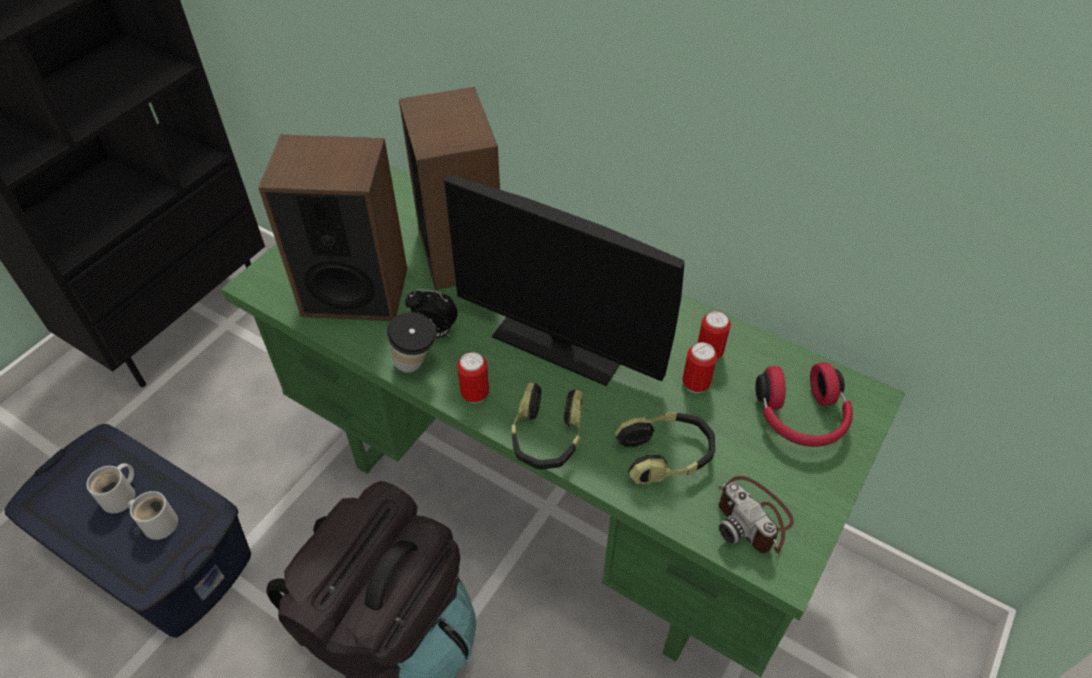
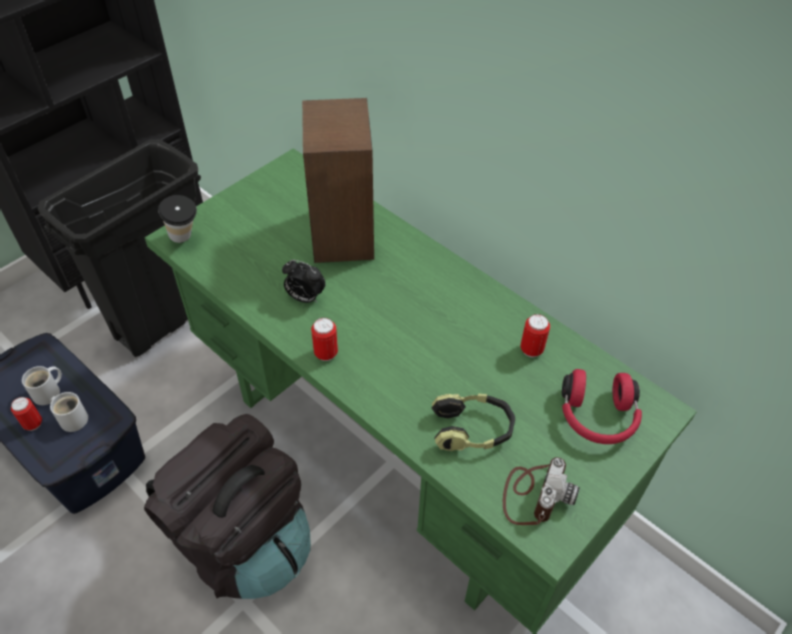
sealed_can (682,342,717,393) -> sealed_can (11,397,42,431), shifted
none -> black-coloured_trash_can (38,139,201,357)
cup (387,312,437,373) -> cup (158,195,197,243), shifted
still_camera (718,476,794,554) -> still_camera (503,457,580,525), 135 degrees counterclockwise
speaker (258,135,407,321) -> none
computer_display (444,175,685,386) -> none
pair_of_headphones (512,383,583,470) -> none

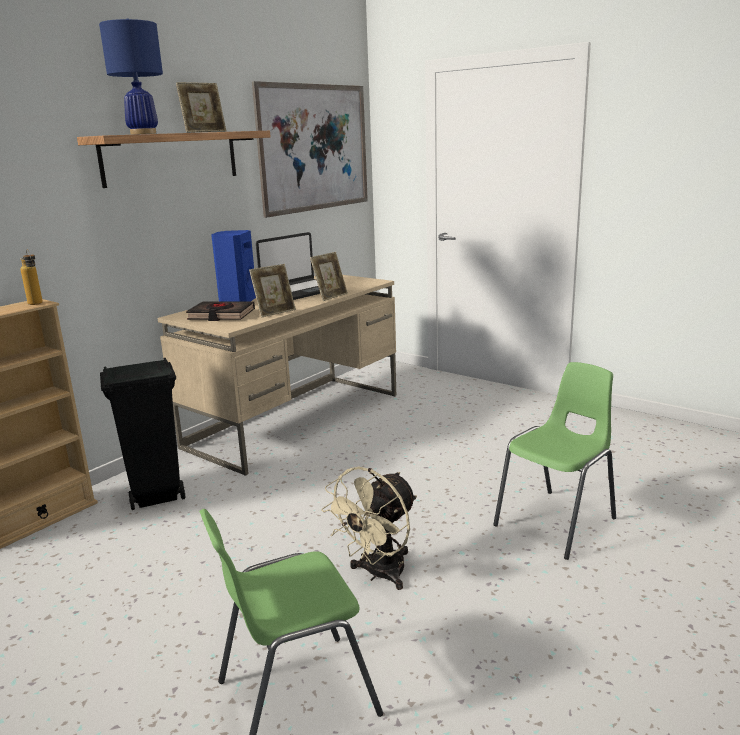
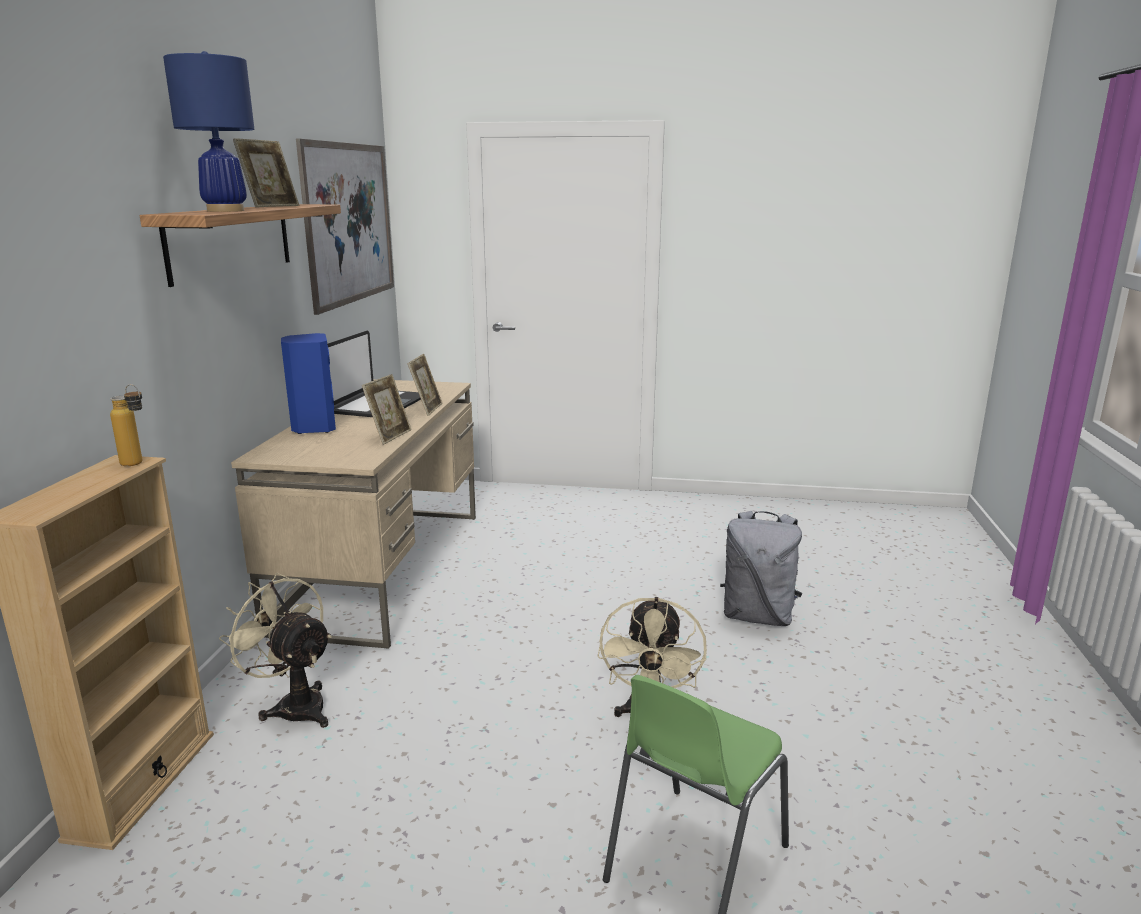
black-coloured_trash_can (100,358,186,510) -> sand-coloured_fan (219,572,332,728)
green-coloured_plain_chair (493,362,616,560) -> gray_knapsack (720,511,803,626)
black-coloured_volume (186,302,255,321) -> none

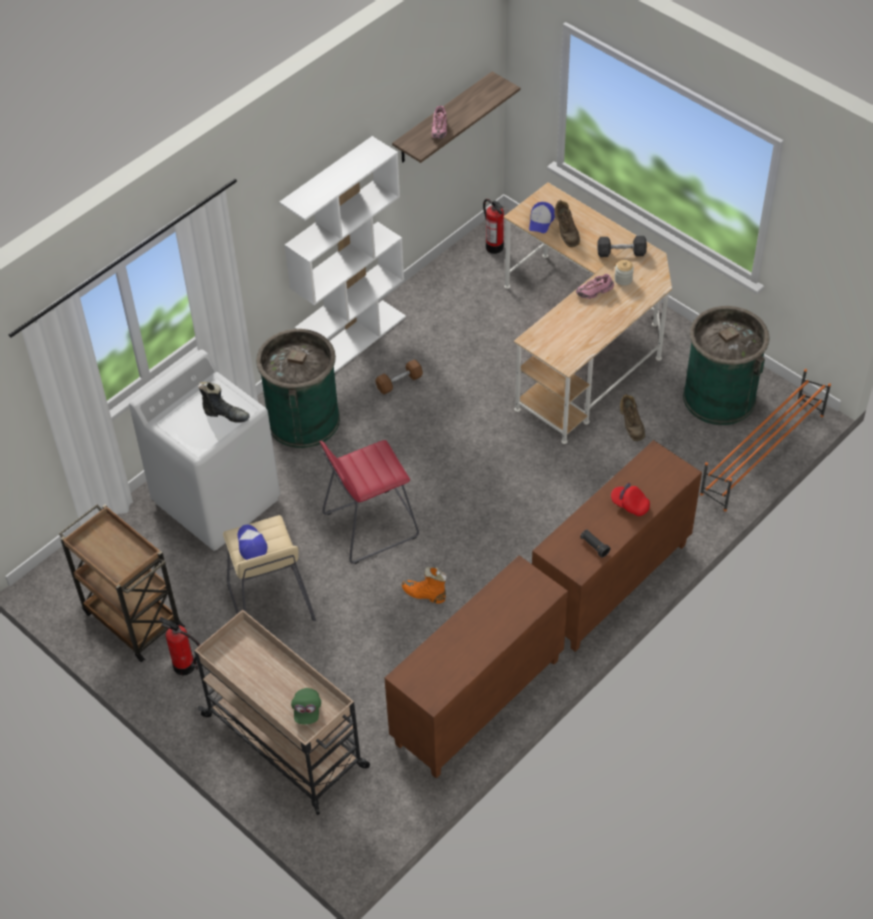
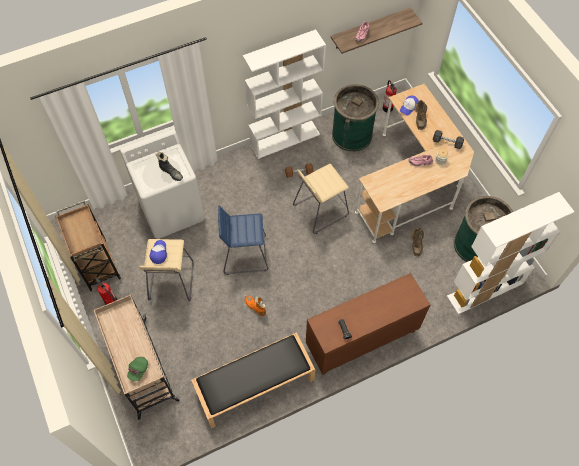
brown-coloured_storage_cabinet (385,555,568,778) -> black-coloured_long_seat (191,332,315,429)
reddish_stool (320,440,419,564) -> bluish_stool (218,205,268,275)
none -> sand-coloured_stool (293,164,349,234)
green-coloured_trash_can (256,329,340,448) -> green-coloured_trash_can (332,84,379,152), shifted
orangey_shoe_shelf (700,369,831,511) -> white_shelving_unit (447,192,575,314)
reddish_baseball_cap (611,483,650,516) -> none

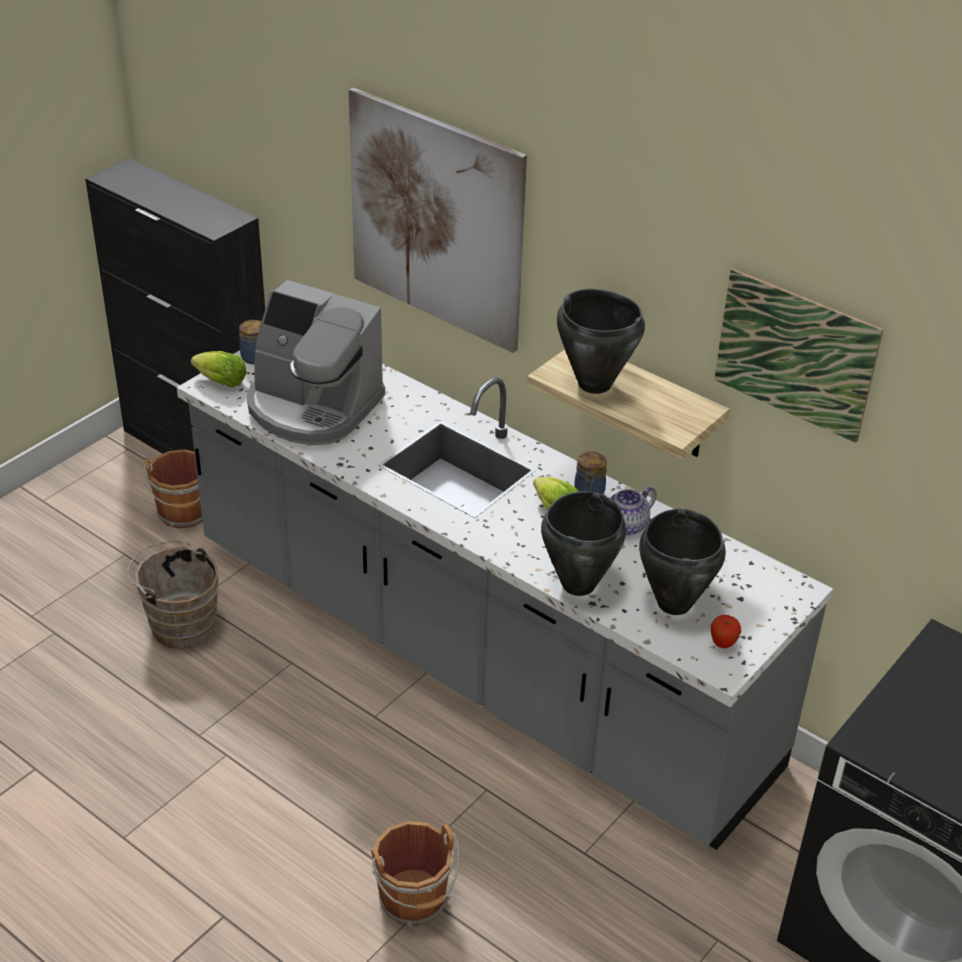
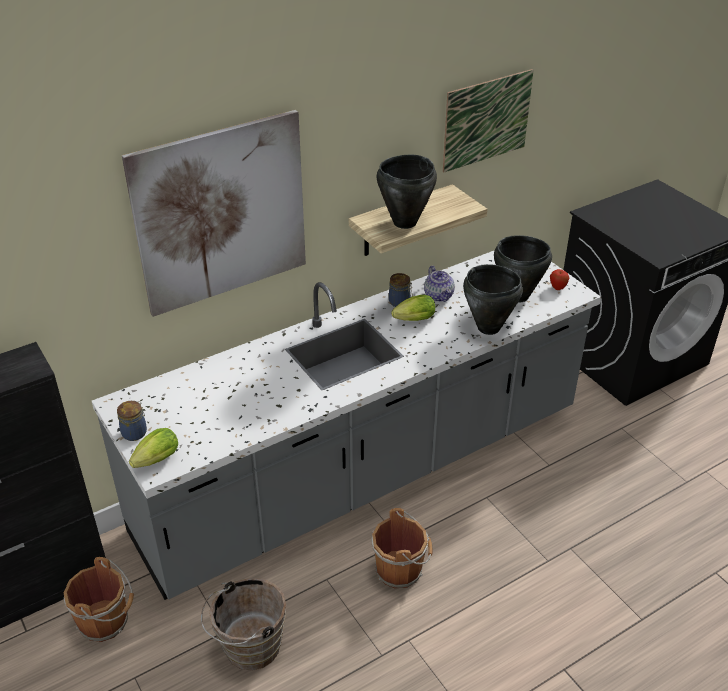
brown-coloured_pail (371,821,460,926) -> brown-coloured_pail (371,508,433,589), shifted
coffee_machine (247,280,385,445) -> none

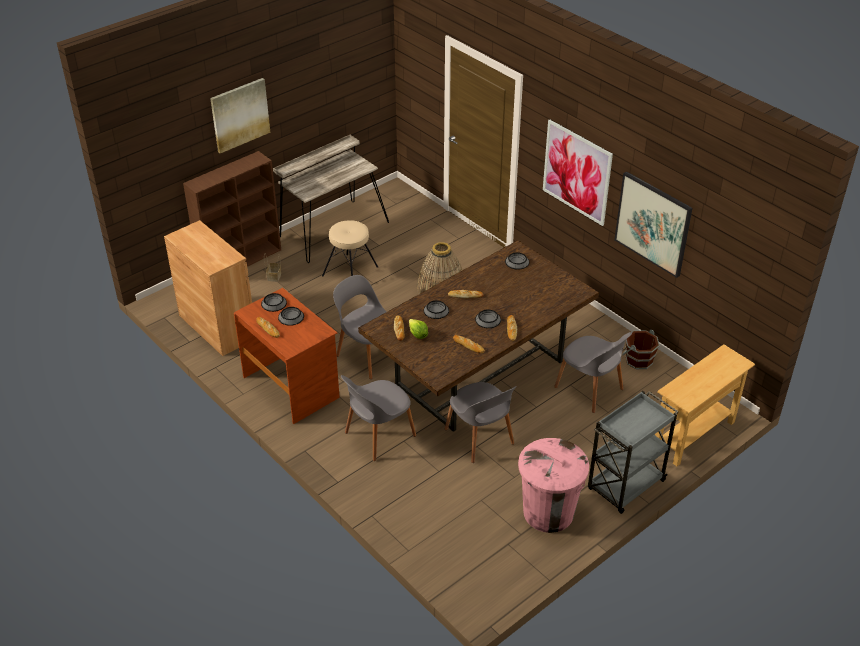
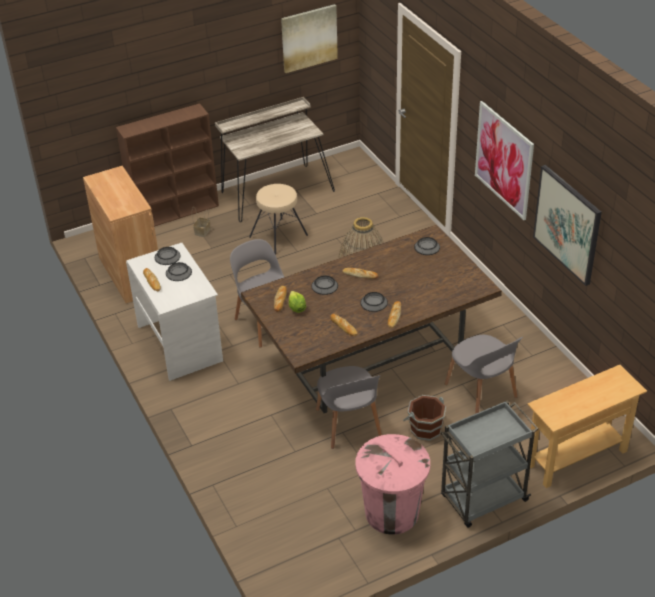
brown-coloured_desk_unit (234,288,340,424) -> white_desk_unit (126,243,223,381)
wall_art (210,78,270,153) -> wall_art (281,4,338,73), shifted
brown-coloured_pail (622,330,660,369) -> brown-coloured_pail (403,395,446,441), shifted
gray_plain_chair (341,375,416,461) -> none

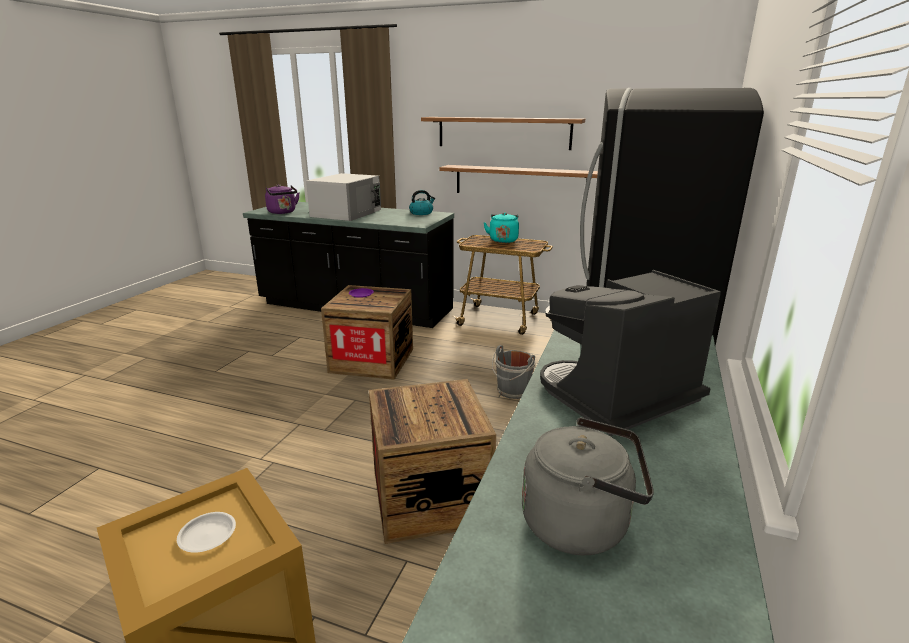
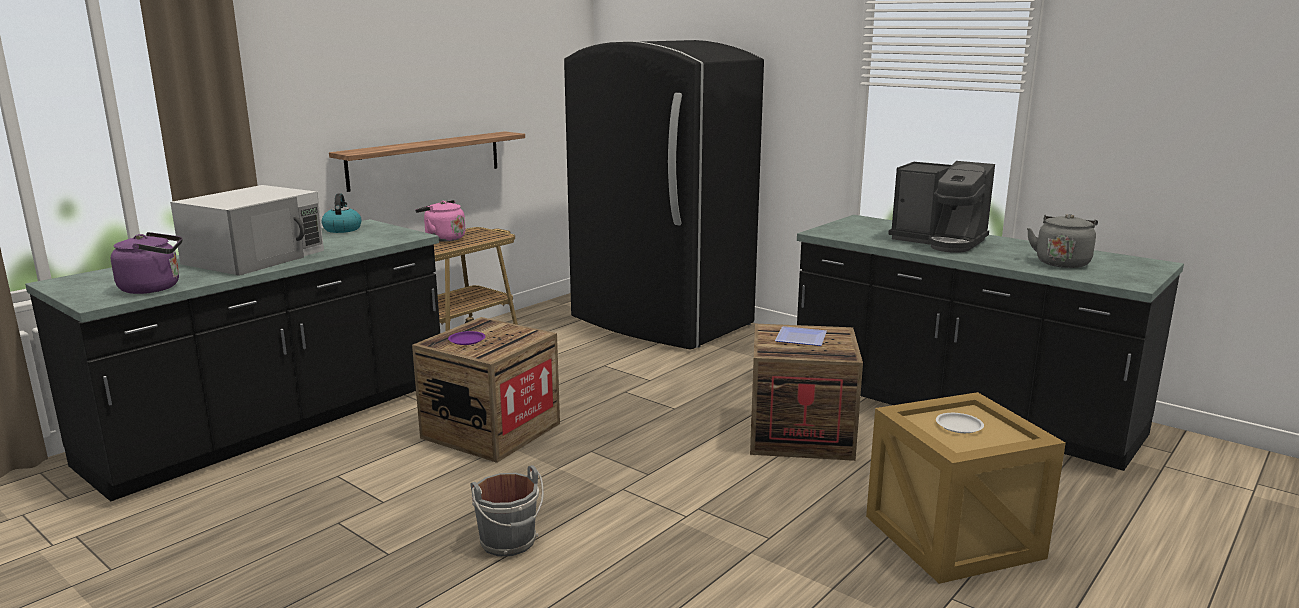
white_microwave_oven (306,173,381,221) -> white_microwave_oven (170,185,324,276), 75 degrees clockwise
turquoise-coloured_water_kettle (483,213,519,243) -> pinkish_water_kettle (415,200,465,242)
gray_pail (492,345,535,399) -> gray_pail (470,465,544,556), shifted
none -> flat_dish (775,326,827,346)
coffee_machine (540,270,721,436) -> coffee_machine (888,161,995,253), 45 degrees counterclockwise
bracket_shelf (421,117,585,150) -> none

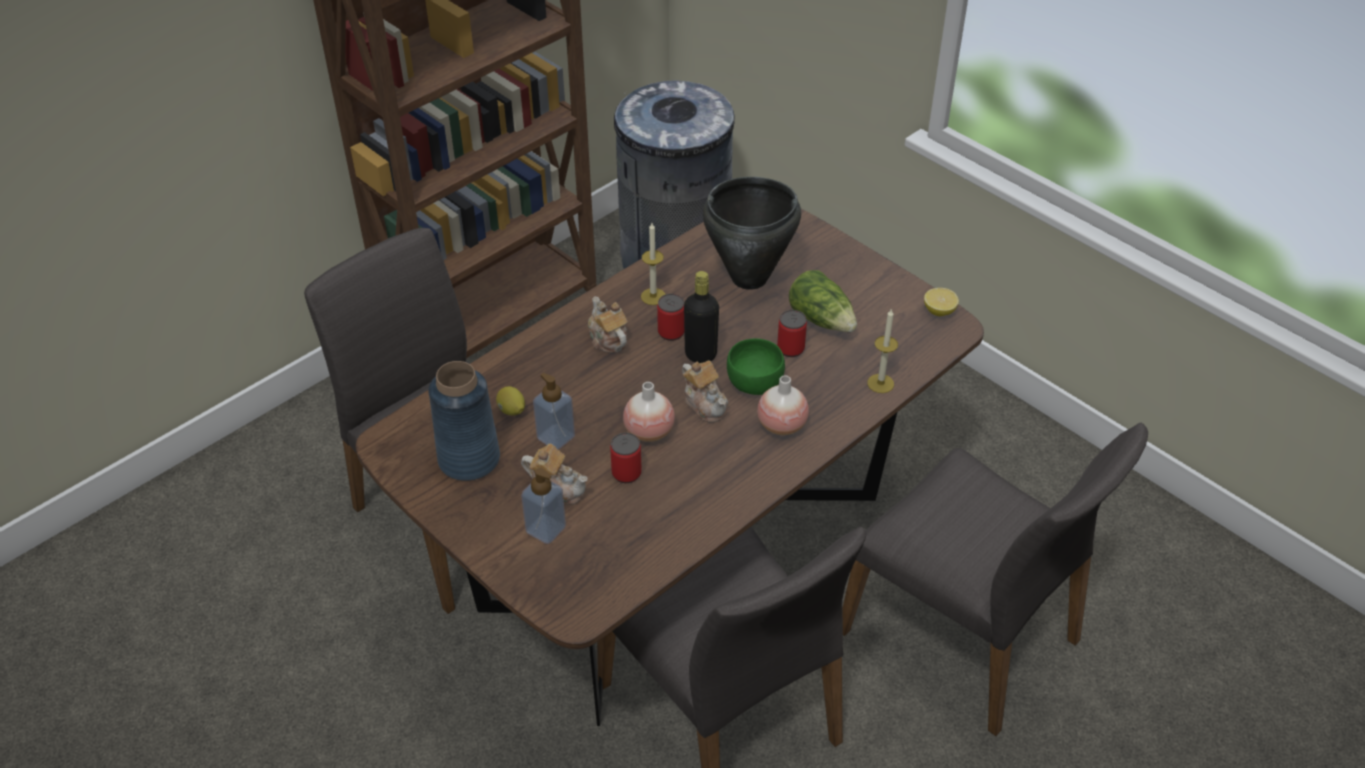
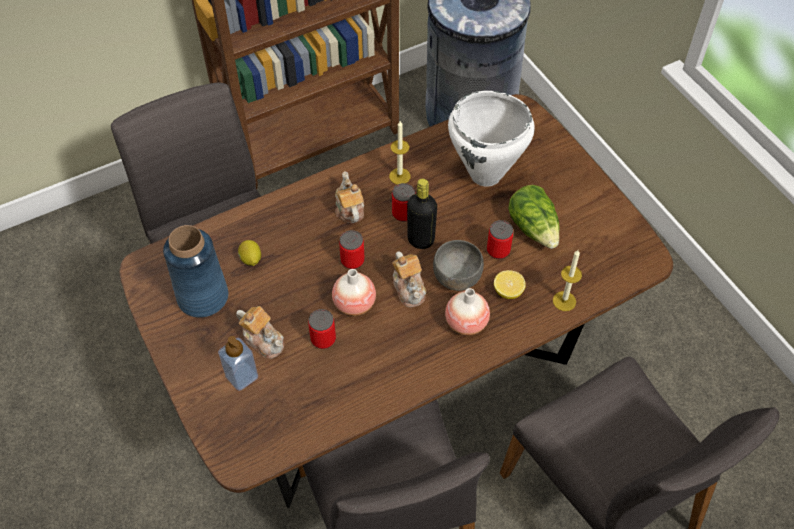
none -> sealed_can (339,230,365,269)
green-coloured_deep_dish (727,338,785,395) -> gray_deep_dish (433,240,484,291)
black-coloured_cooking_pot (703,177,801,290) -> white_cooking_pot (448,91,535,187)
whole_lemon (924,288,959,316) -> whole_lemon (494,270,526,299), shifted
soap_dispenser (533,373,575,450) -> none

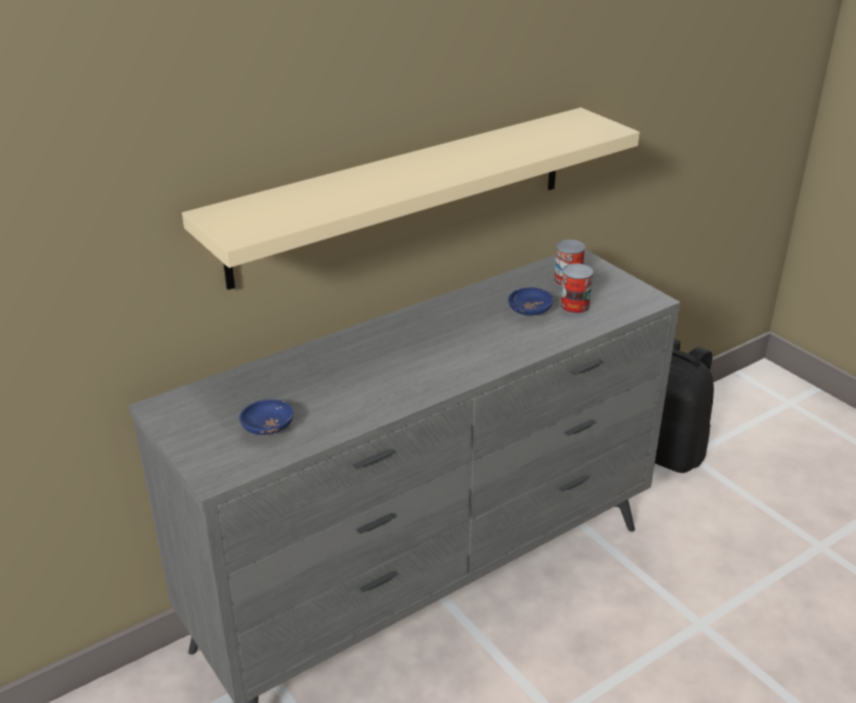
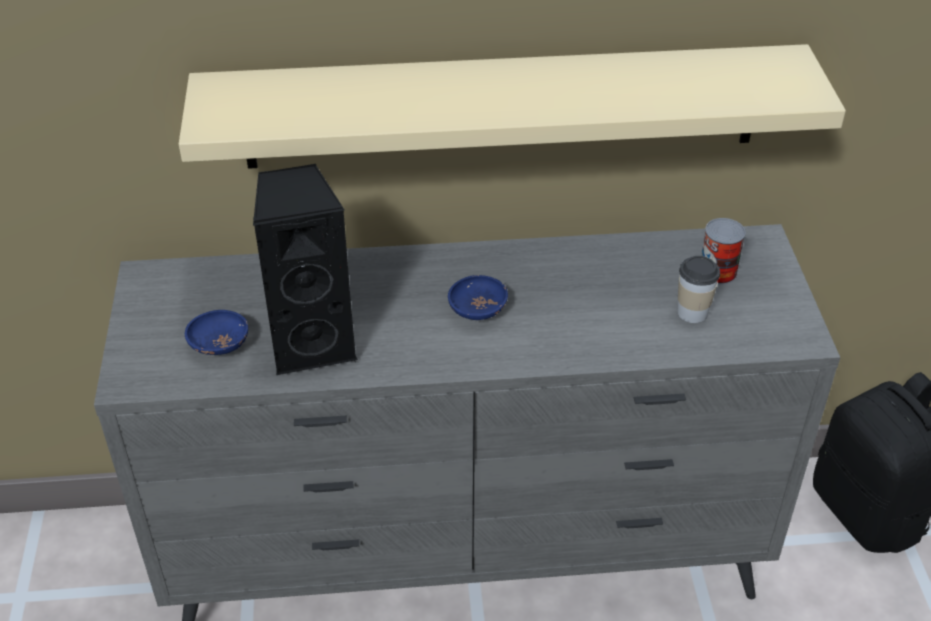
none -> black-coloured_speaker (253,164,358,376)
bluish_deep_dish (508,288,553,316) -> bluish_deep_dish (448,275,508,320), shifted
sealed_can (560,264,593,314) -> cup (677,256,720,323)

